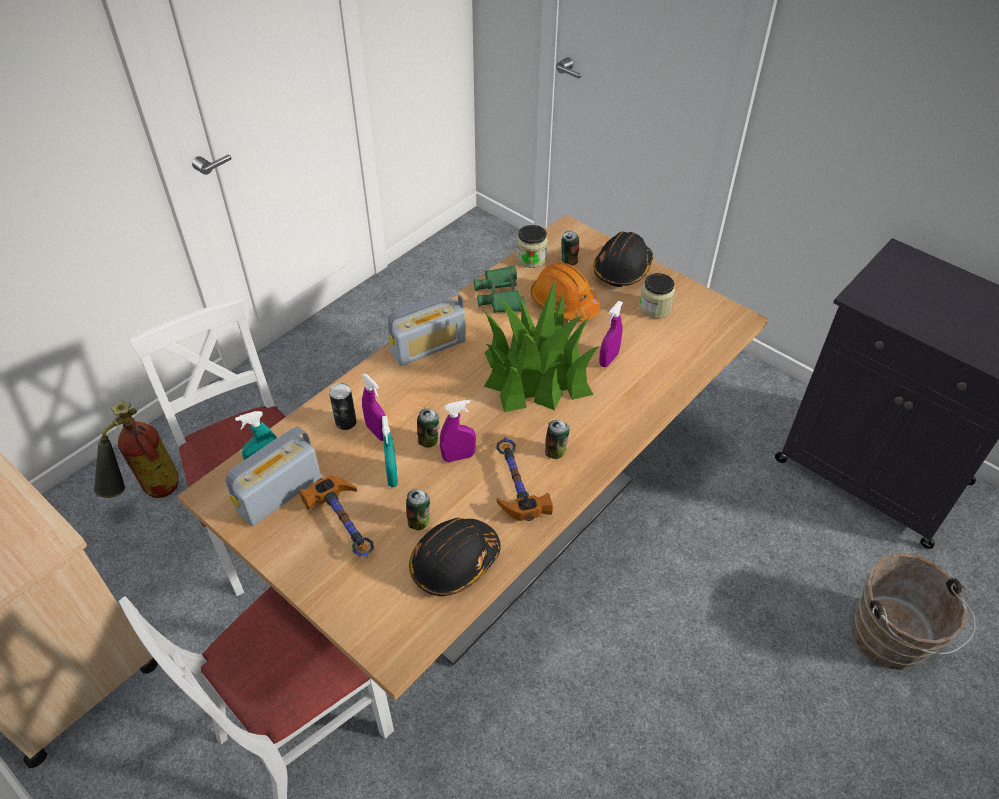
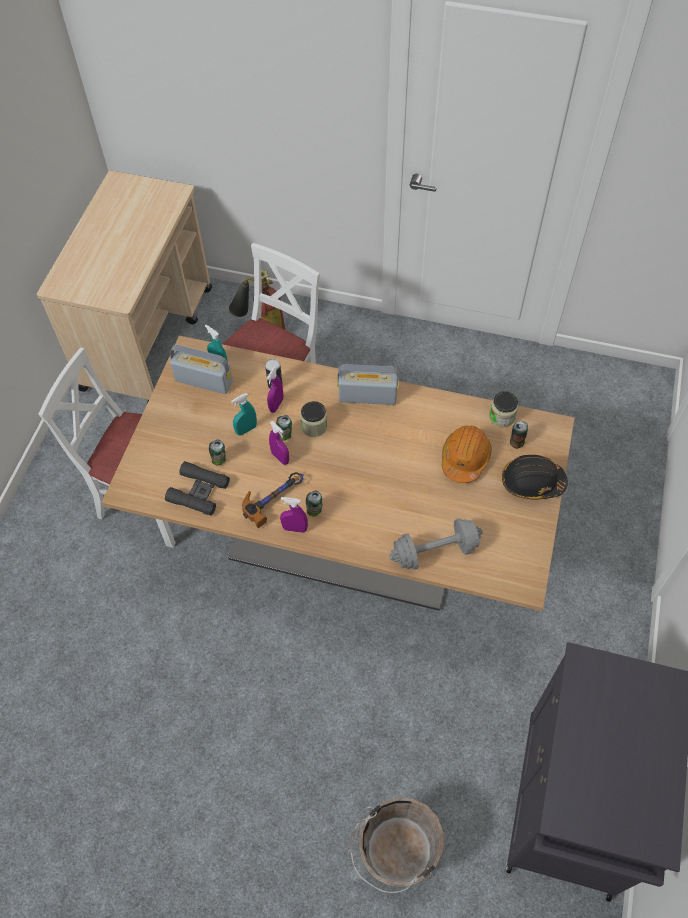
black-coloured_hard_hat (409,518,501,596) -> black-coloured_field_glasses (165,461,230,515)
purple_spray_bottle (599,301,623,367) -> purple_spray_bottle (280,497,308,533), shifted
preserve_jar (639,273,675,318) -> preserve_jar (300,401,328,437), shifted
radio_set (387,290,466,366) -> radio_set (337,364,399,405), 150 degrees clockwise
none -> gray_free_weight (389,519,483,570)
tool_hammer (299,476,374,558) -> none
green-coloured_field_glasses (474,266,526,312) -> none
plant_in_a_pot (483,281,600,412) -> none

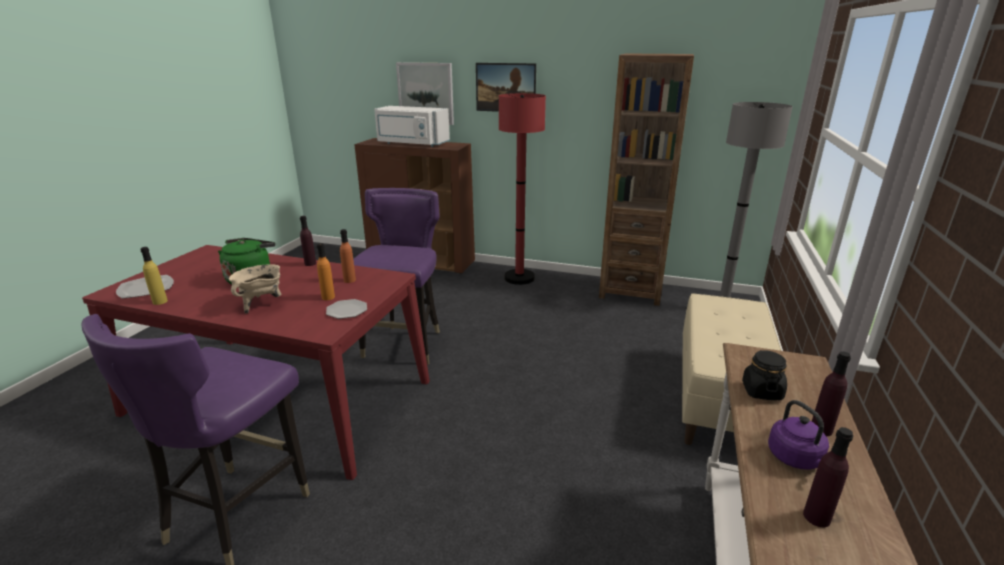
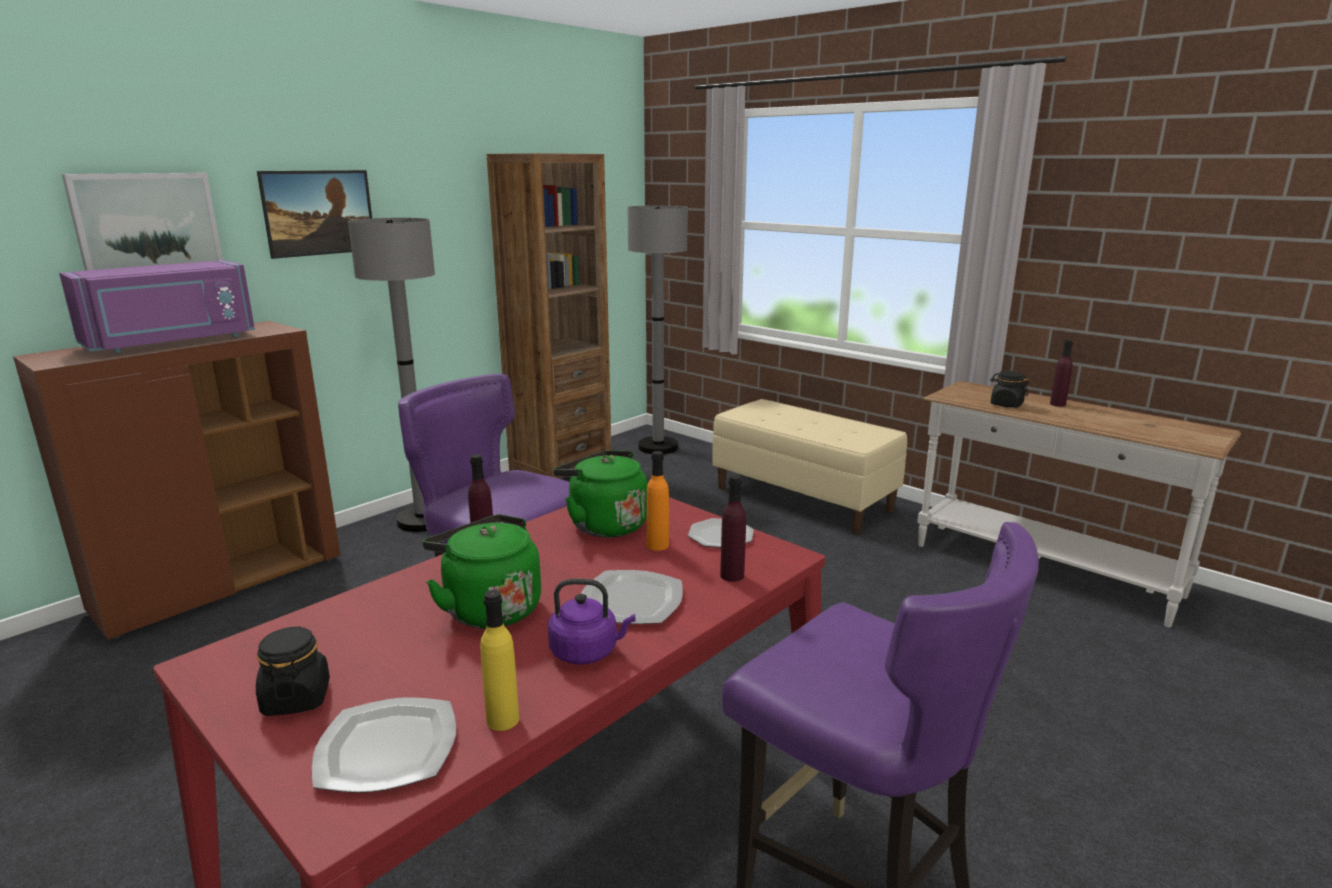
white_microwave_oven (374,106,450,147) -> purple_microwave_oven (59,260,255,353)
none -> black-coloured_preserve_jar (256,626,330,716)
reddish_floor_lamp (499,93,546,285) -> gray_floor_lamp (348,218,435,532)
purple_water_kettle (768,400,829,470) -> purple_water_kettle (548,579,635,665), shifted
orangey_beverage_bottle (340,229,356,283) -> green-coloured_water_kettle (553,450,647,538)
sand-coloured_cooking_pot (229,265,282,313) -> flat_dish (581,570,683,624)
purple_beverage_bottle (803,427,853,527) -> purple_beverage_bottle (720,475,746,582), shifted

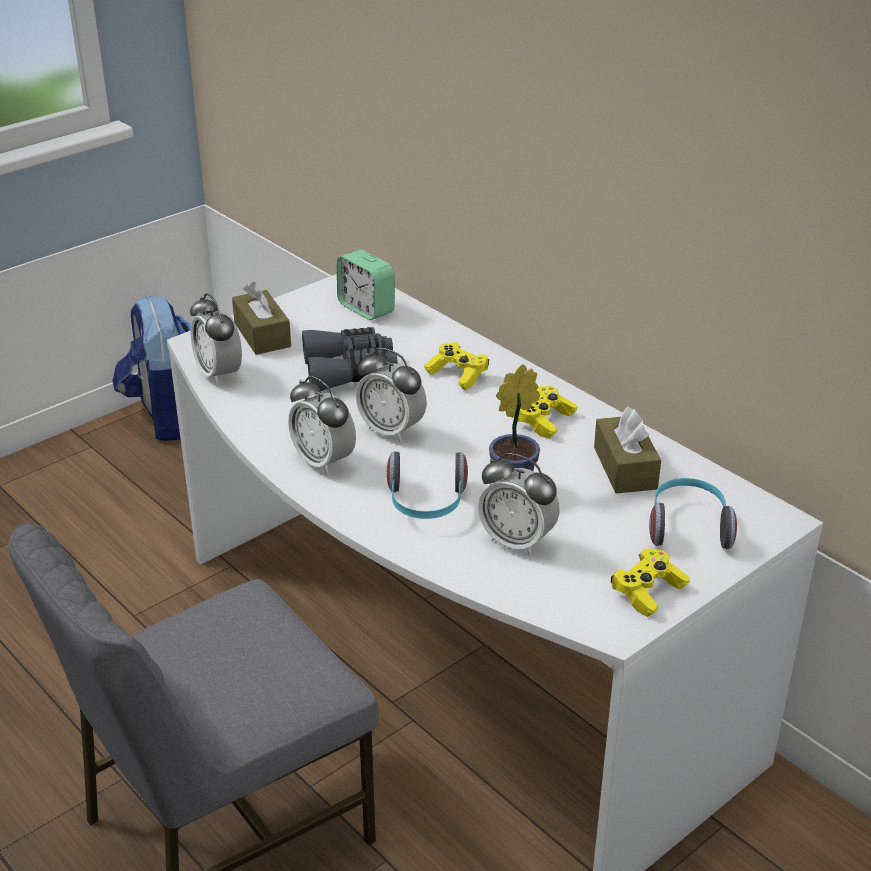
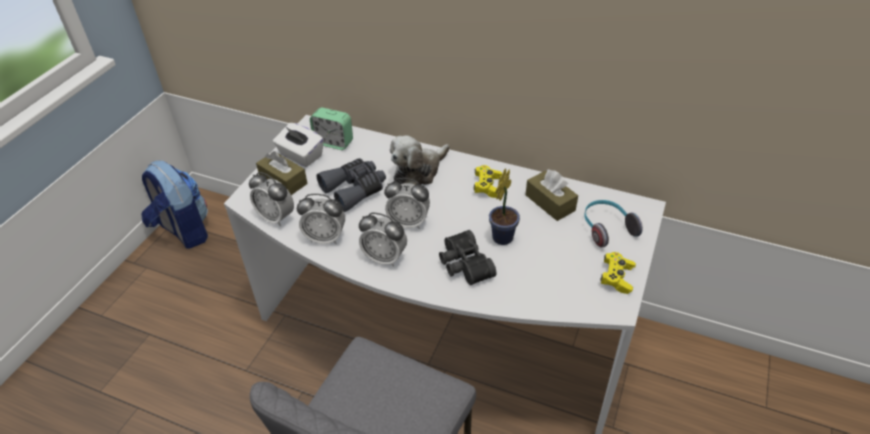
none -> white_tissue_holder (273,123,324,167)
table_clock (478,453,560,556) -> table_clock (297,194,345,244), shifted
yellowish_game_controller (424,342,489,390) -> soft_toy (390,136,450,185)
pair_of_headphones (387,451,468,519) -> black-coloured_field_glasses (439,230,497,285)

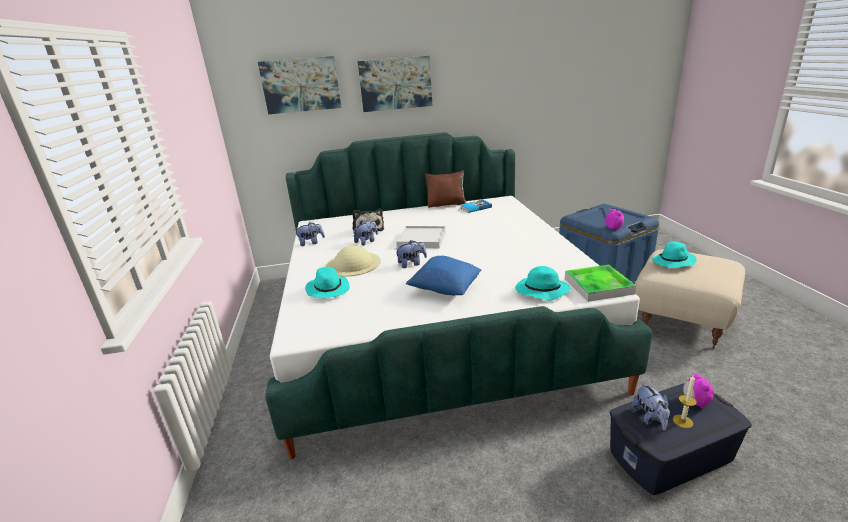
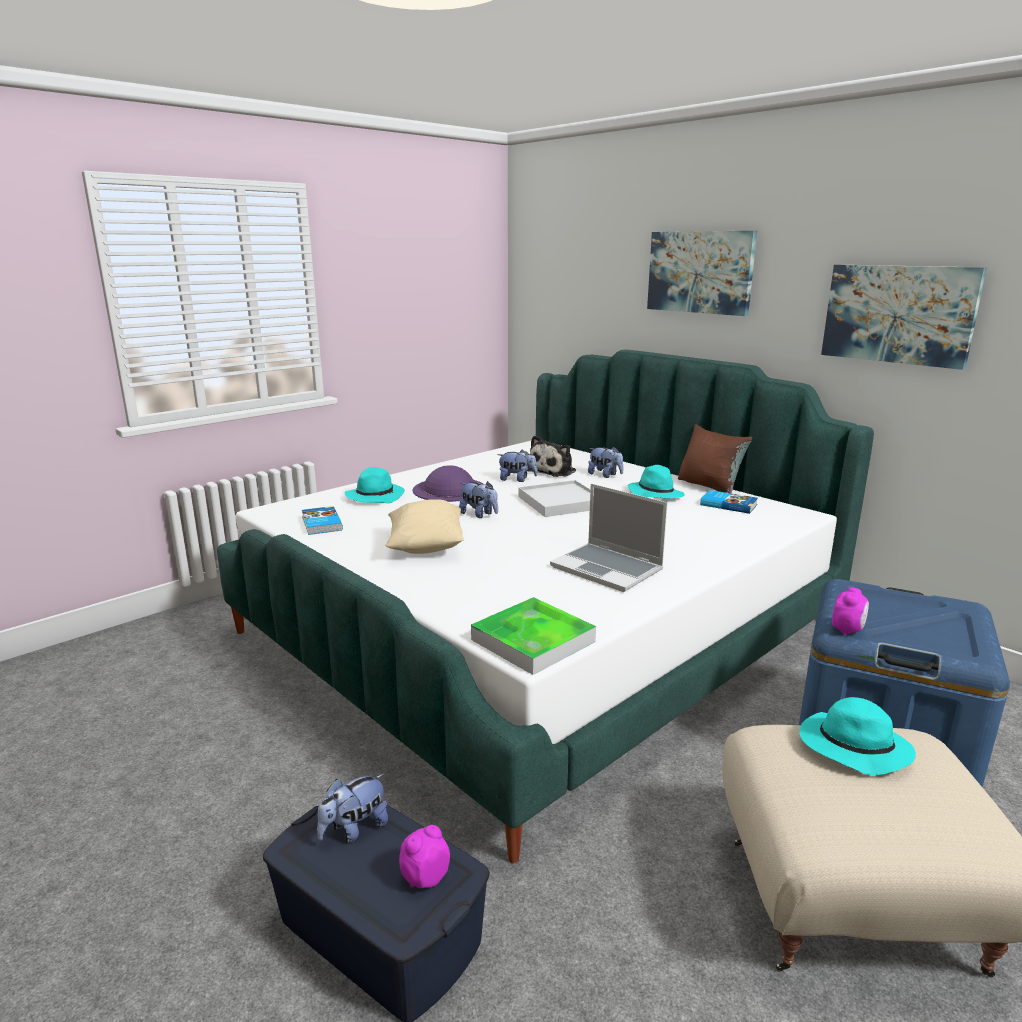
none -> volume (302,506,343,535)
bluish_cushion (406,256,481,295) -> sand-coloured_cushion (385,499,464,554)
sand-coloured_hat (325,246,381,277) -> purple_hat (412,465,485,502)
none -> portable_computer (550,484,667,592)
soft_toy (294,222,325,246) -> soft_toy (588,446,623,478), shifted
turquoise-coloured_hat (515,266,570,301) -> turquoise-coloured_hat (627,465,685,499), shifted
wall_art (258,56,341,114) -> wall_art (821,265,987,370), shifted
wax_light (673,375,697,428) -> none

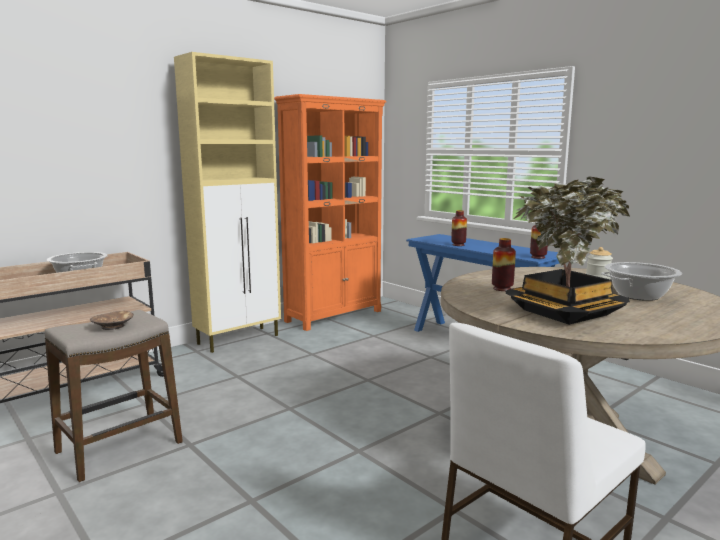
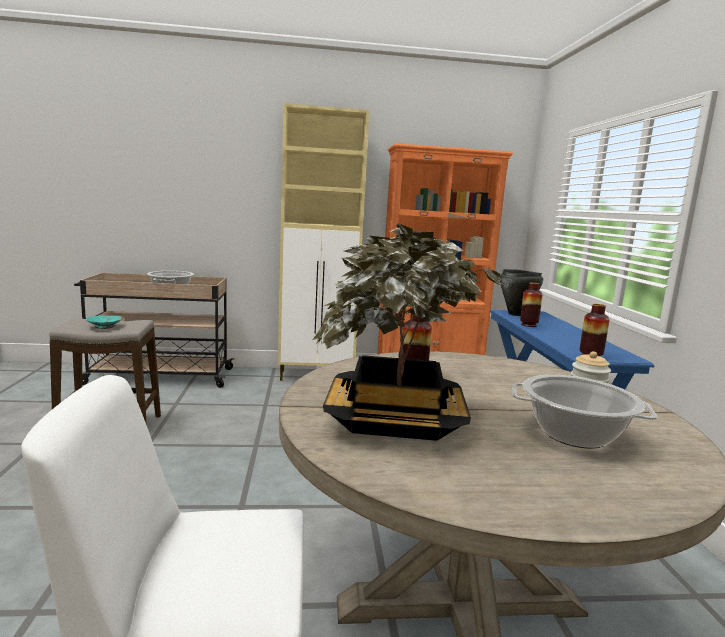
brown-coloured_deep_dish (90,311,134,330) -> turquoise-coloured_deep_dish (86,316,123,329)
none -> black-coloured_cooking_pot (500,269,543,316)

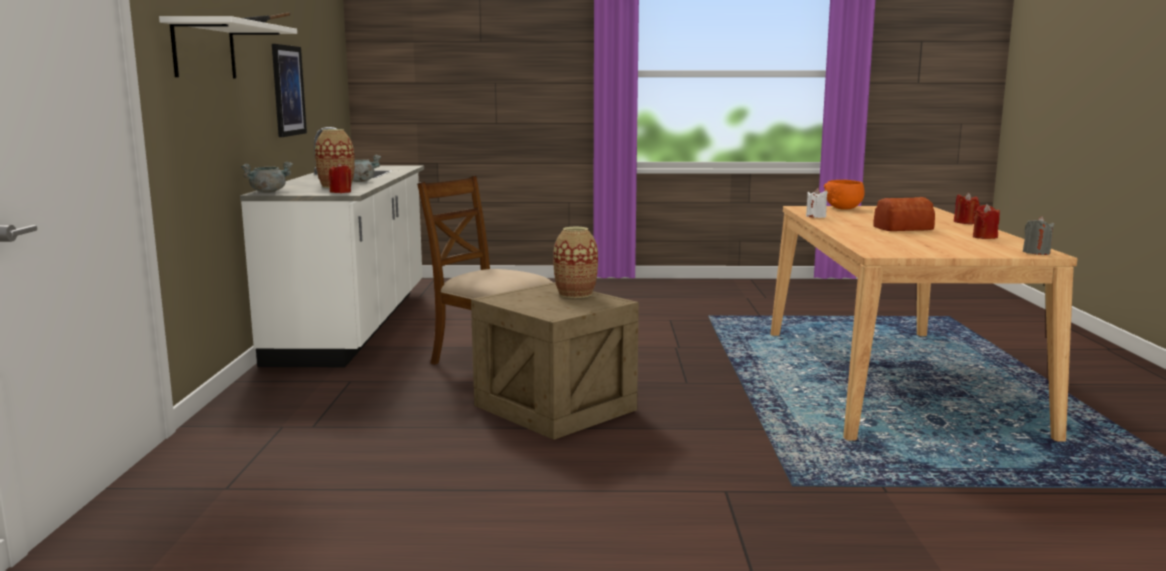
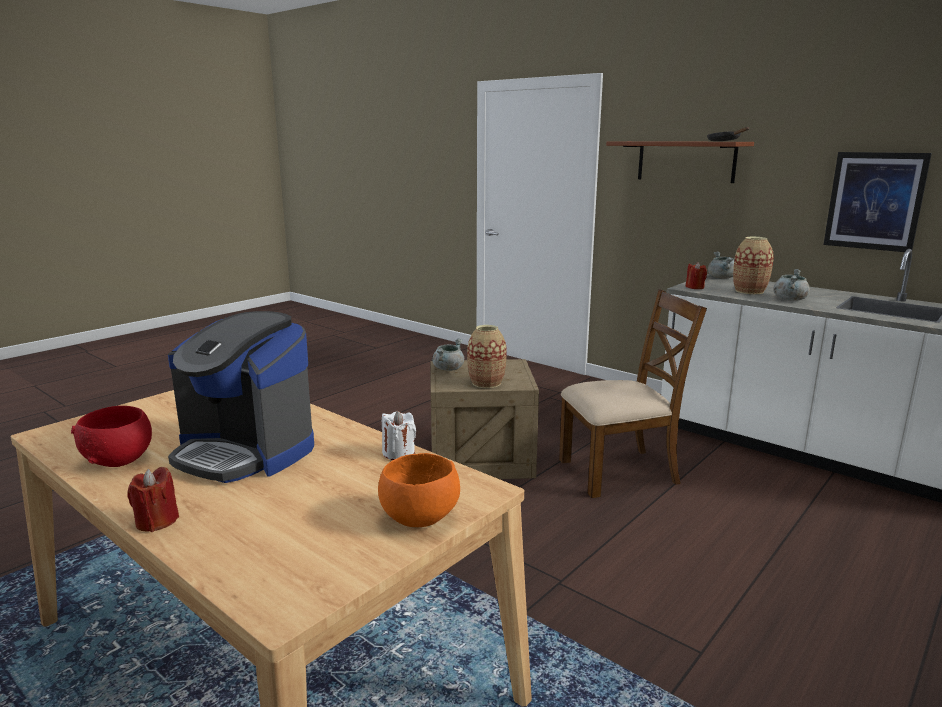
reddish_wax_light (973,204,1000,239) -> reddish_deep_dish (71,406,152,467)
bakery_bread (874,197,935,231) -> coffee_machine (168,311,314,483)
none -> gray_cooking_pot (432,338,464,371)
white_bracket_shelf (159,16,297,78) -> brown-coloured_bracket_shelf (606,141,754,183)
gray_wax_light (1023,216,1055,255) -> none

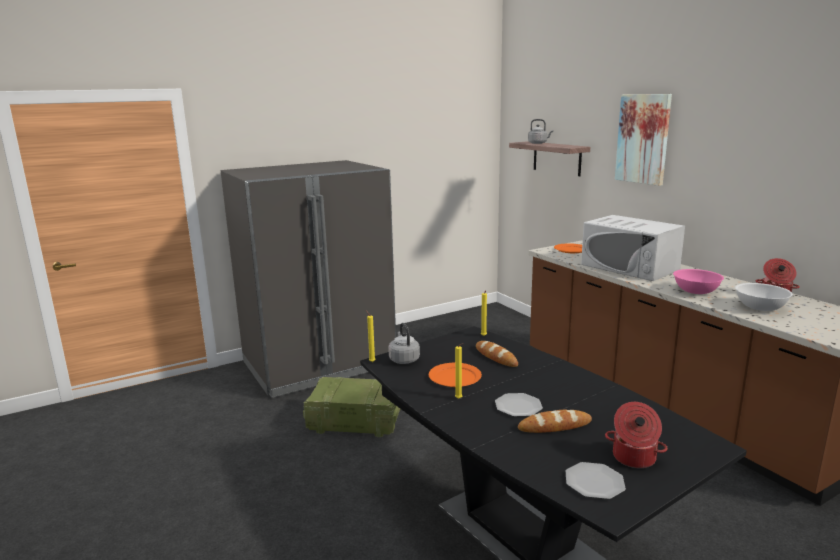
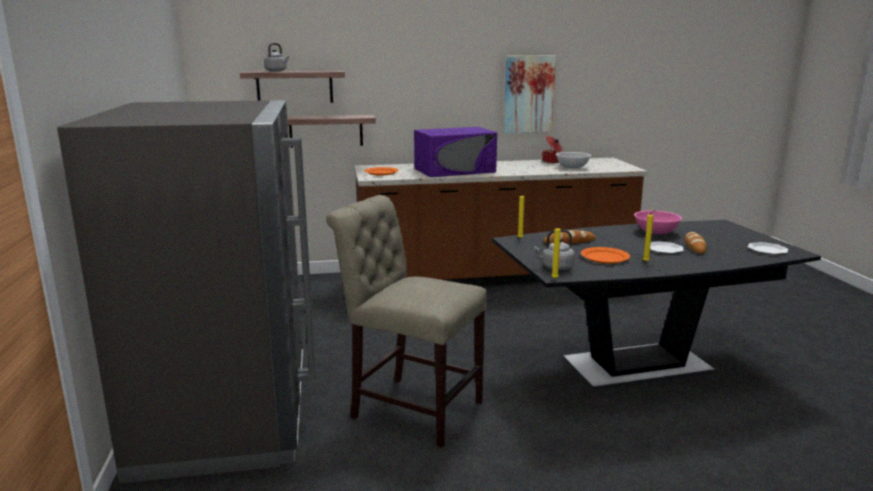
none -> bracket_shelf (287,115,376,148)
shipping_crate (303,377,401,437) -> sand-coloured_plain_chair (326,195,487,447)
white_microwave_oven (581,215,685,281) -> purple_microwave_oven (414,127,497,177)
wall_art (615,94,672,186) -> wall_art (504,55,556,133), shifted
pinkish_deep_dish (673,269,724,294) -> pinkish_deep_dish (634,211,682,234), shifted
cooking_pot (605,402,668,468) -> none

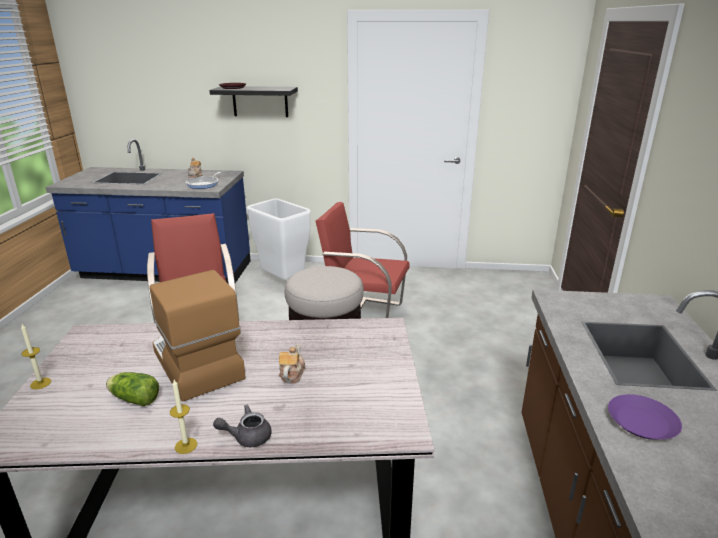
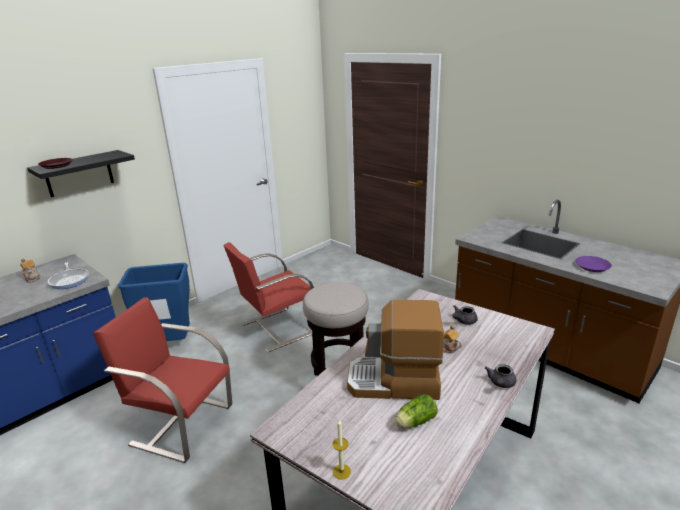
white_trash_can (246,198,311,280) -> bluish_trash_can (118,263,190,341)
none -> gray_pot_for_tea (452,305,478,325)
wax_light (170,380,197,454) -> none

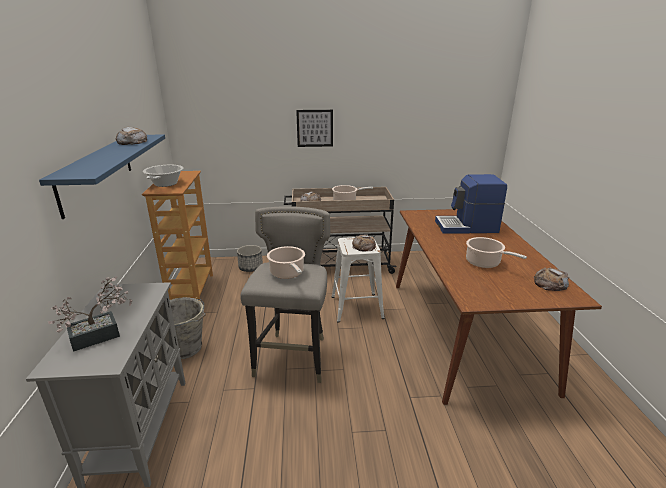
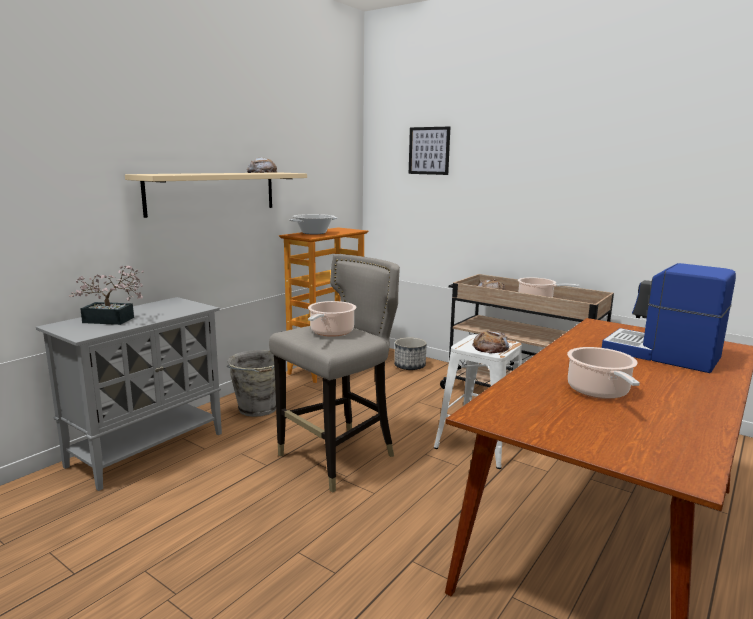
bluish_bracket_shelf (39,135,165,219) -> sand-coloured_bracket_shelf (125,172,307,218)
wall_art (296,110,333,147) -> wall_art (409,127,450,175), shifted
bakery_bread (534,268,569,291) -> none

